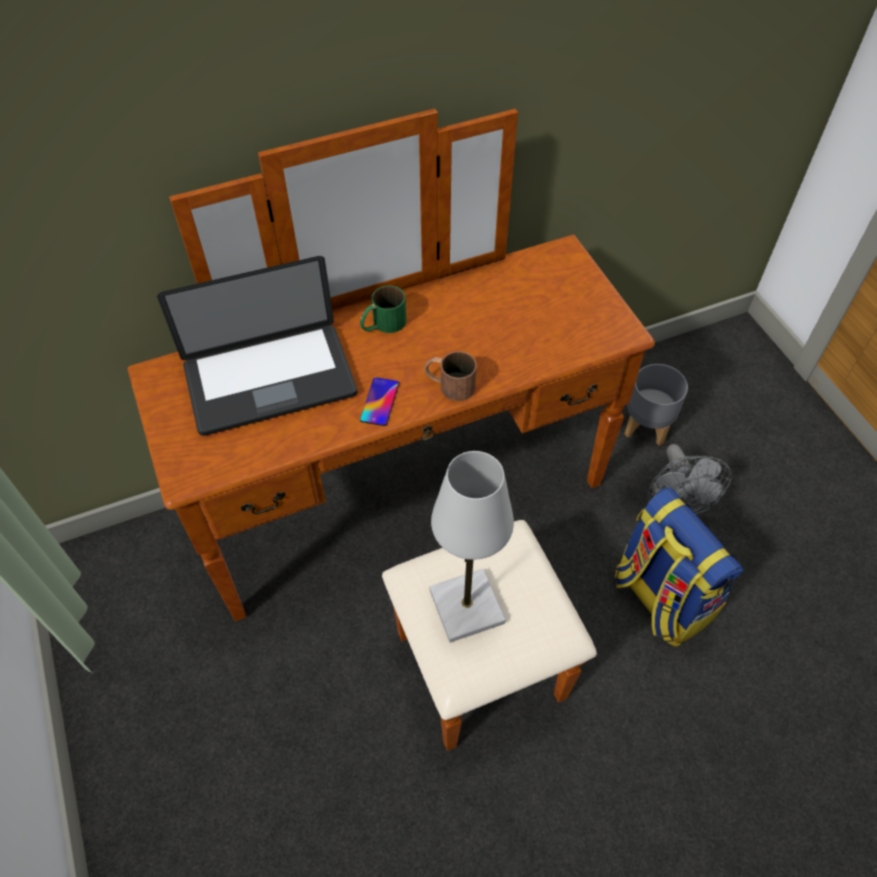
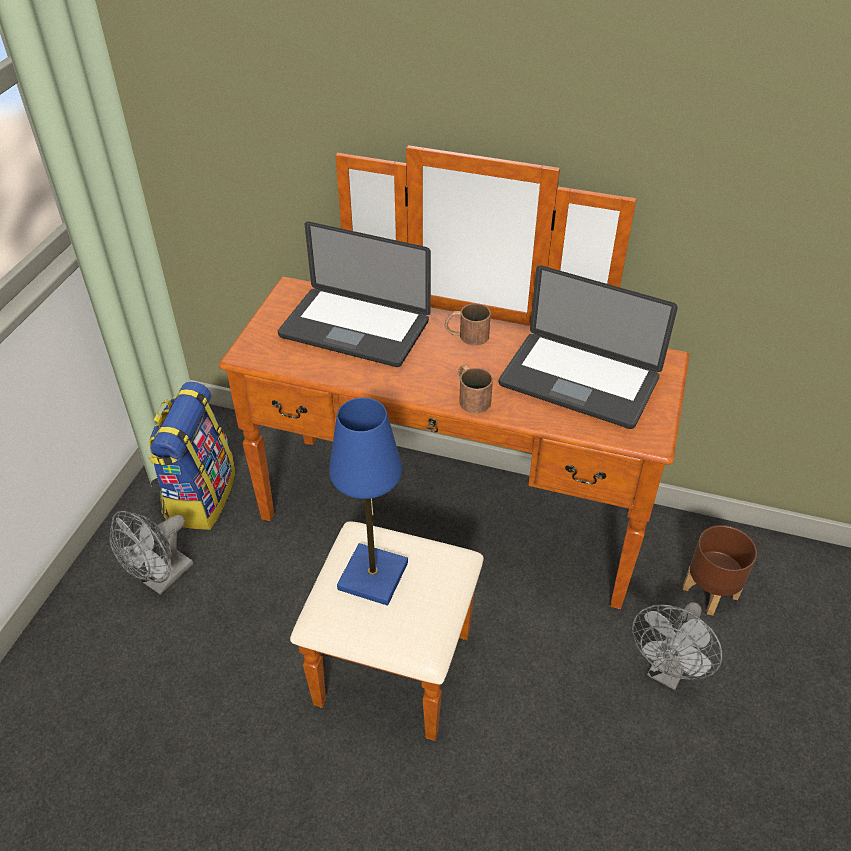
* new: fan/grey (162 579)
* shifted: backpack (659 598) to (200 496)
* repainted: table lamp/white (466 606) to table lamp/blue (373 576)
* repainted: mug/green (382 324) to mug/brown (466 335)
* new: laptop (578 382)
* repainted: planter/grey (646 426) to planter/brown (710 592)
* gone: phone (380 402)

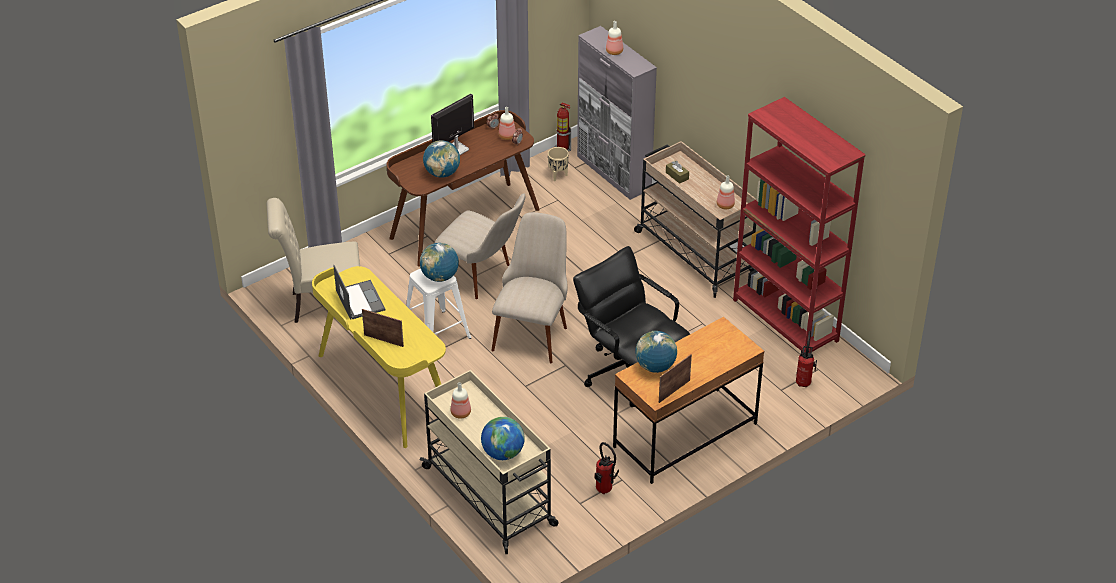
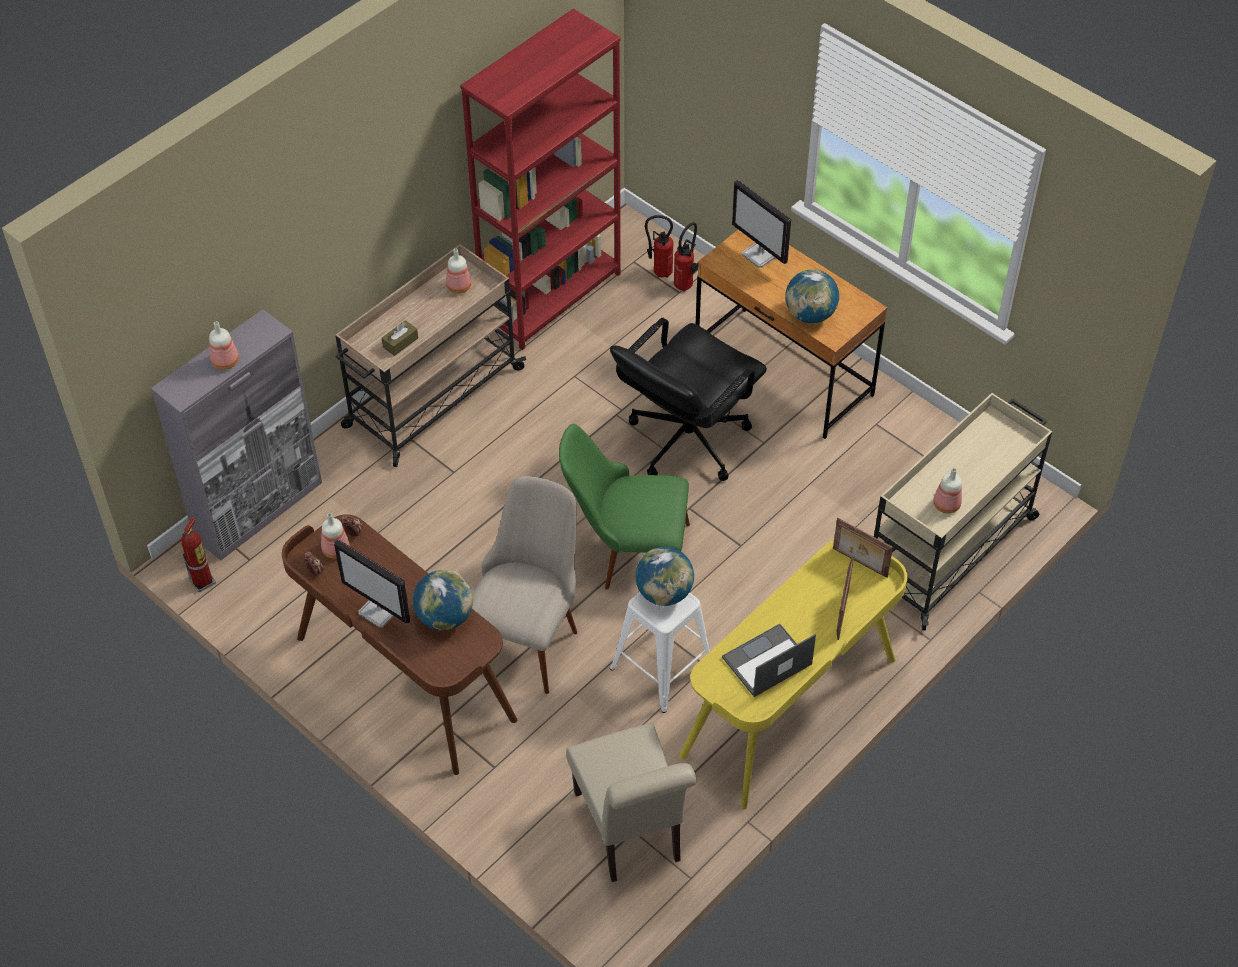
* repainted: chair/beige (533 330) to chair/green (628 554)
* shifted: fire extinguisher (605 492) to (686 284)
* new: monitor (760 255)
* shifted: picture frame (673 391) to (859 563)
* gone: globe (503 453)
* gone: planter/beige (558 175)

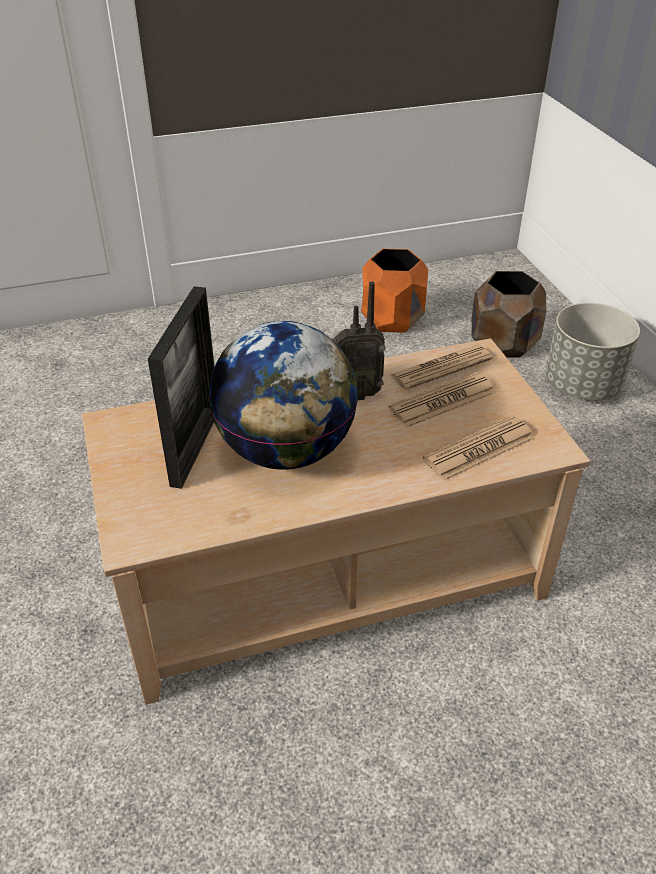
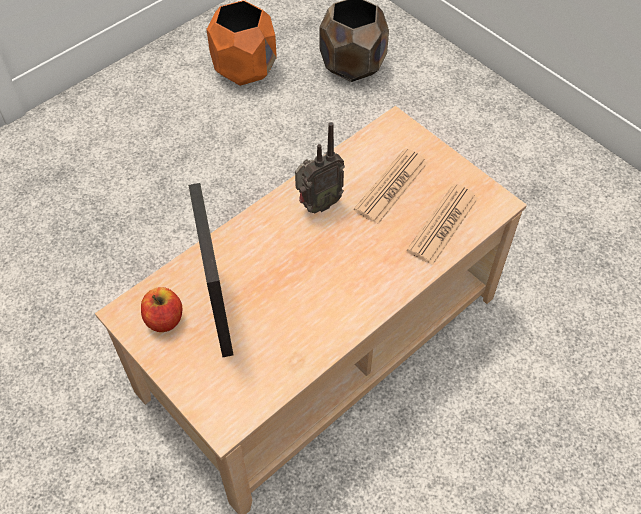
* new: apple (164 319)
* gone: globe (285 451)
* gone: newspaper (441 368)
* gone: planter/grey (582 385)

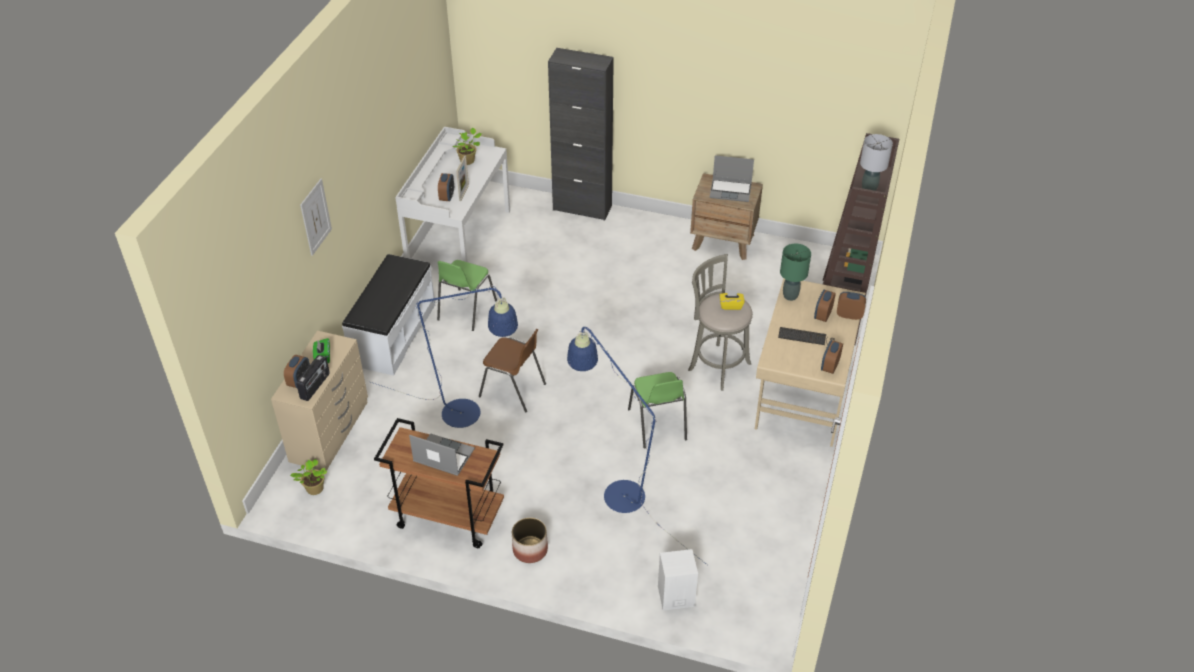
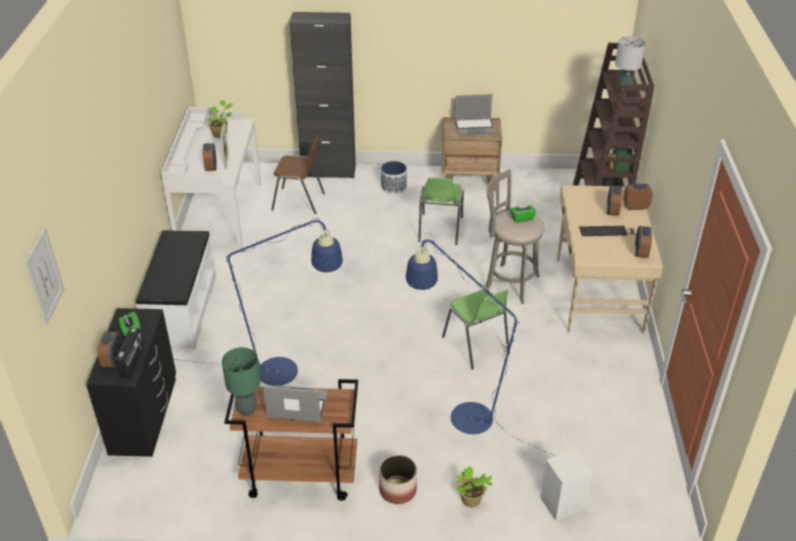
* shifted: picture (315 217) to (44 276)
* repainted: dresser/beige (330 431) to dresser/black (145 415)
* shifted: table lamp/green (790 296) to (247 410)
* shifted: chair/brown (513 390) to (299 201)
* new: planter (394 187)
* shifted: chair/green (466 310) to (439 229)
* shifted: potted plant (314 489) to (470 501)
* repainted: tissue box/yellow (731 305) to tissue box/green (522 218)

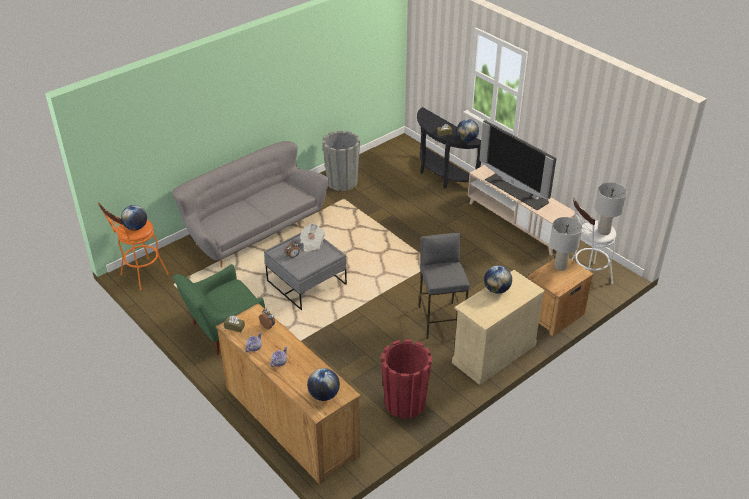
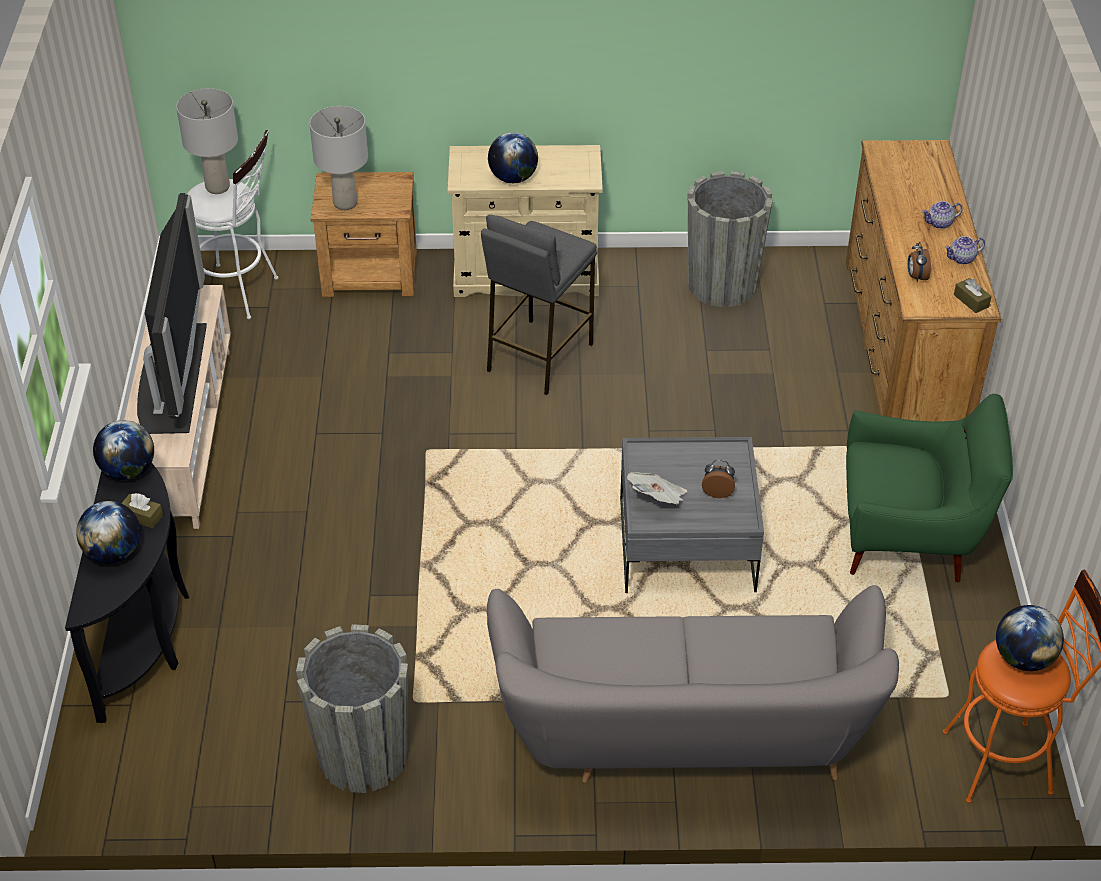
* shifted: globe (324 395) to (114 553)
* repainted: planter/red (405 403) to planter/grey (722 285)

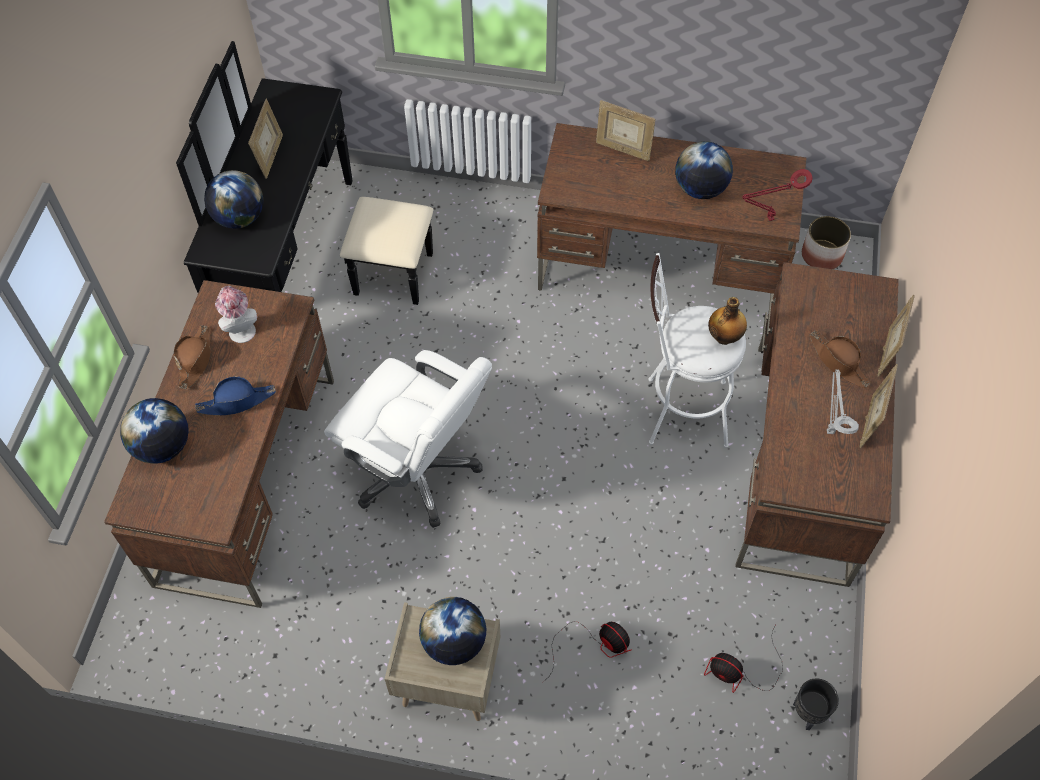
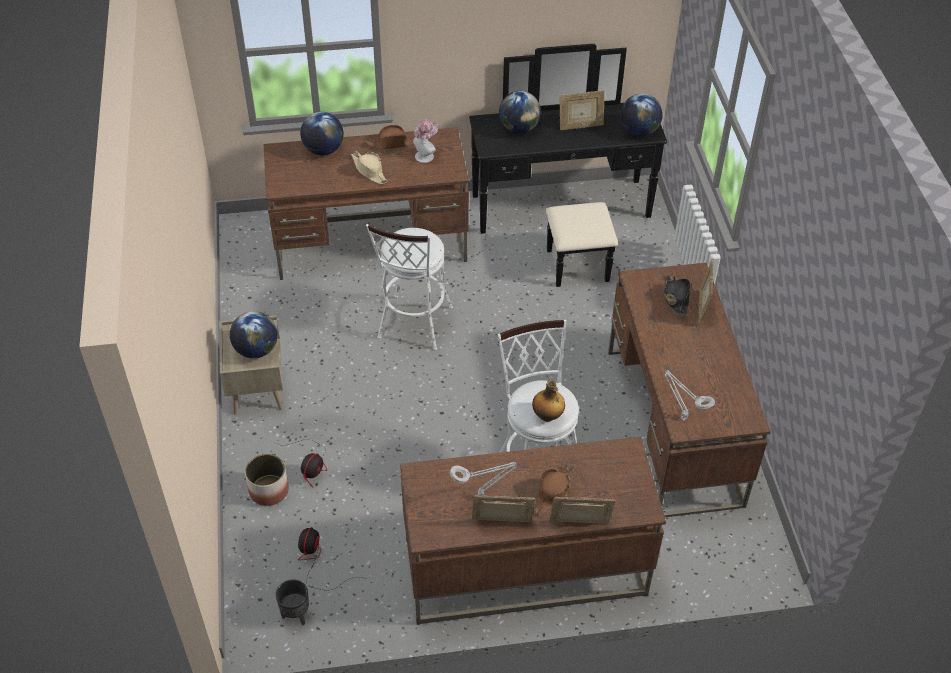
* shifted: planter (822 255) to (269 490)
* repainted: hat/blue (237 401) to hat/beige (369 171)
* swapped: office chair/white (417 471) to stool/white (413 327)
* shifted: globe (700 189) to (638 131)
* new: hat/black (676 298)
* repainted: table lamp/red (768 219) to table lamp/grey (682 417)

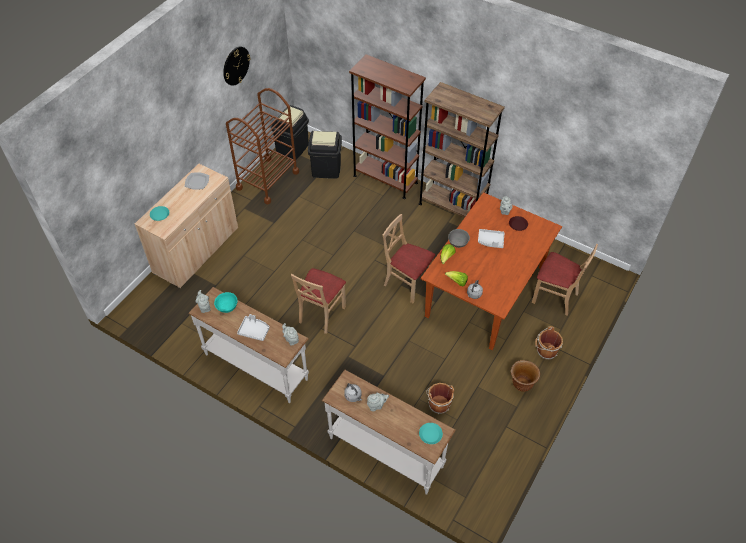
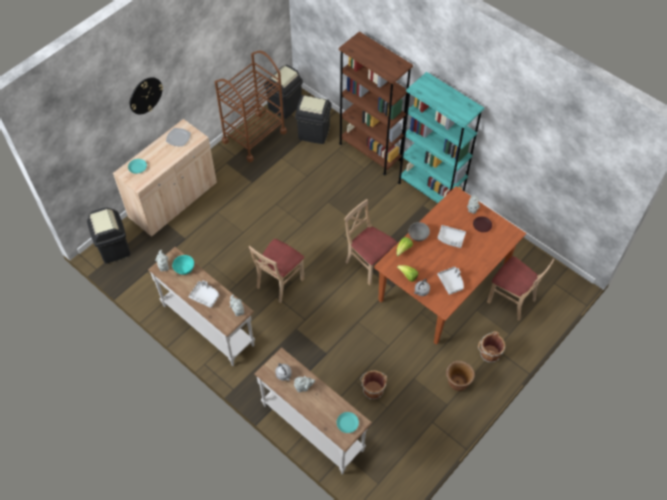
* new: trash can/black (114 248)
* shifted: wall clock (236 65) to (145 95)
* repainted: bookcase/brown (452 207) to bookcase/turquoise (430 191)
* new: tray/grey (451 282)

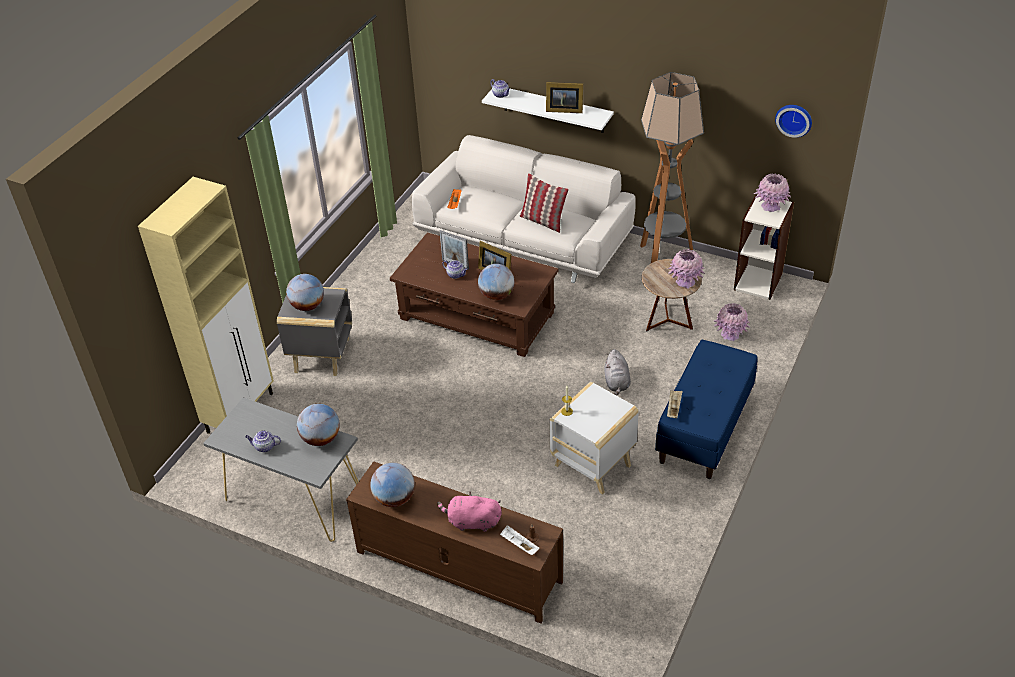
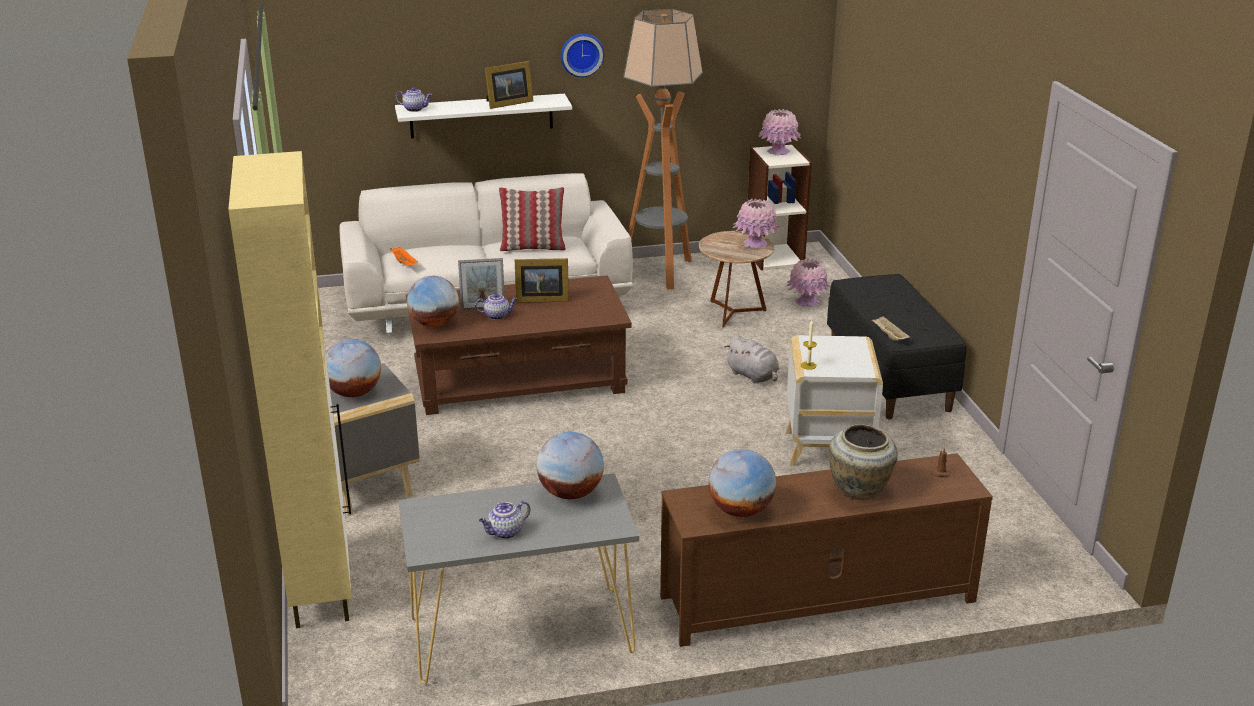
* shifted: globe (497 295) to (434 324)
* shifted: wall clock (794 119) to (581 54)
* repainted: bench/blue (705 429) to bench/black (890 377)
* swapped: plush toy/pink (472 522) to vase/beige (859 490)
* gone: tray/white (518 545)

